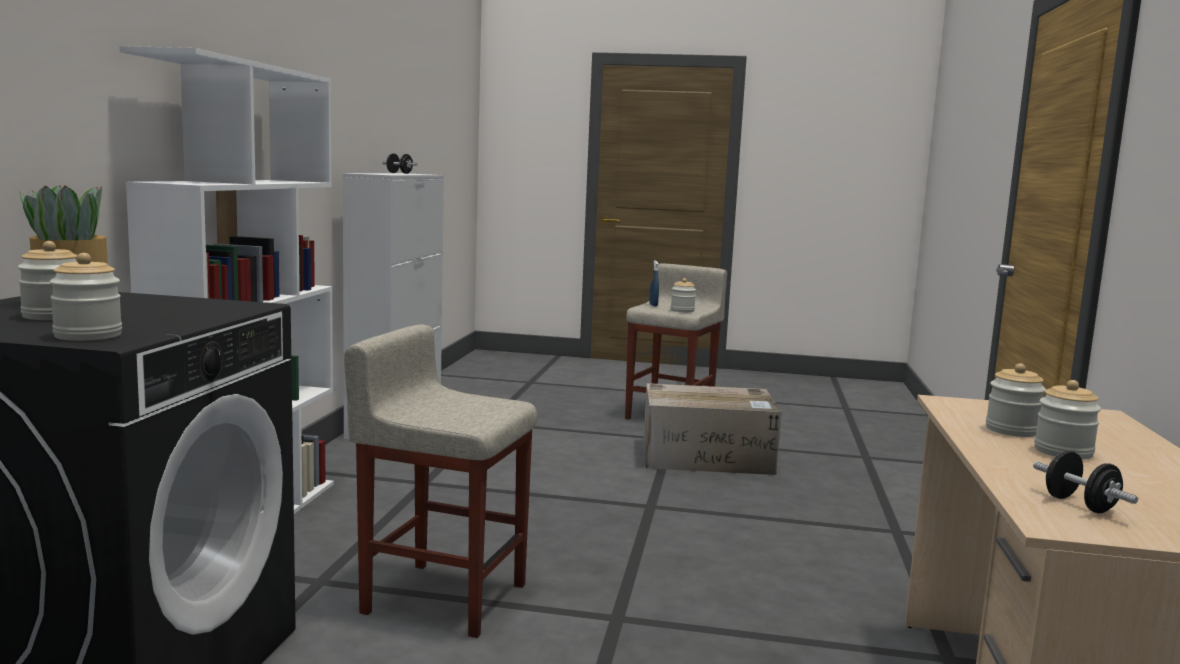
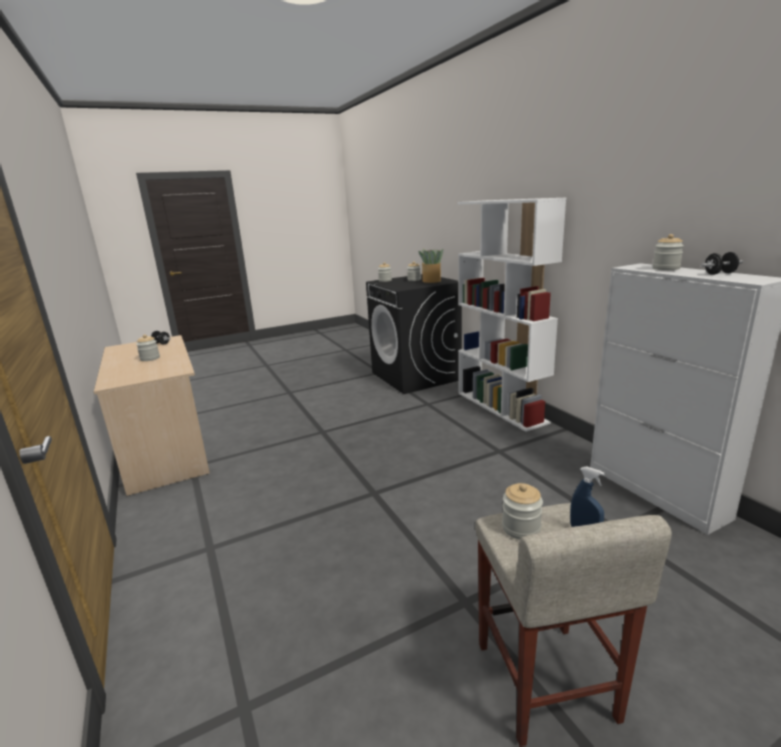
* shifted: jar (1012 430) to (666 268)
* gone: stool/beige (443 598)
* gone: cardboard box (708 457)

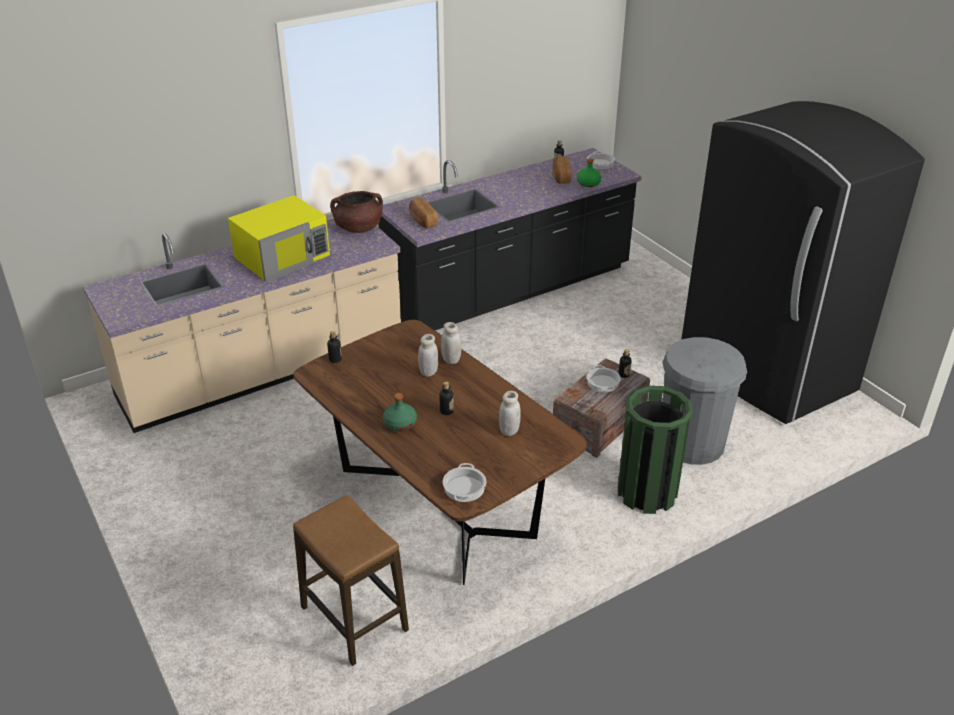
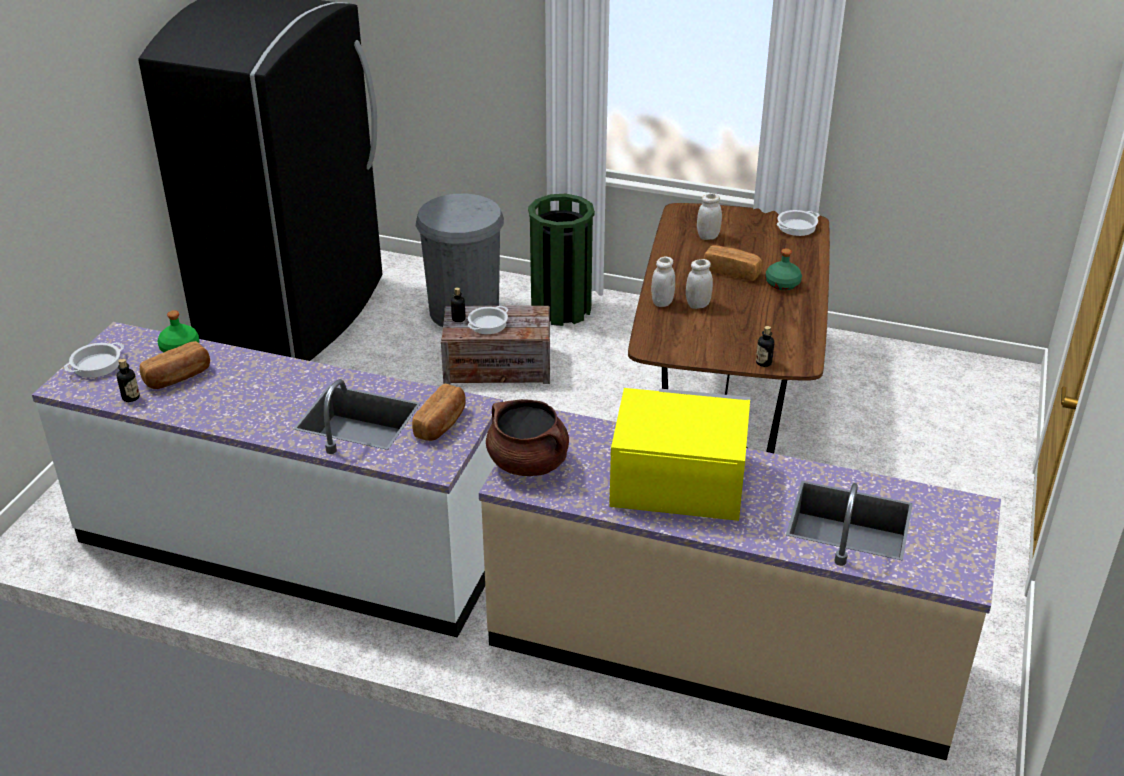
* repainted: counter/black (510 290) to counter/white (291 545)
* swapped: bottle (446 411) to bread (732 271)
* gone: stool (354 619)

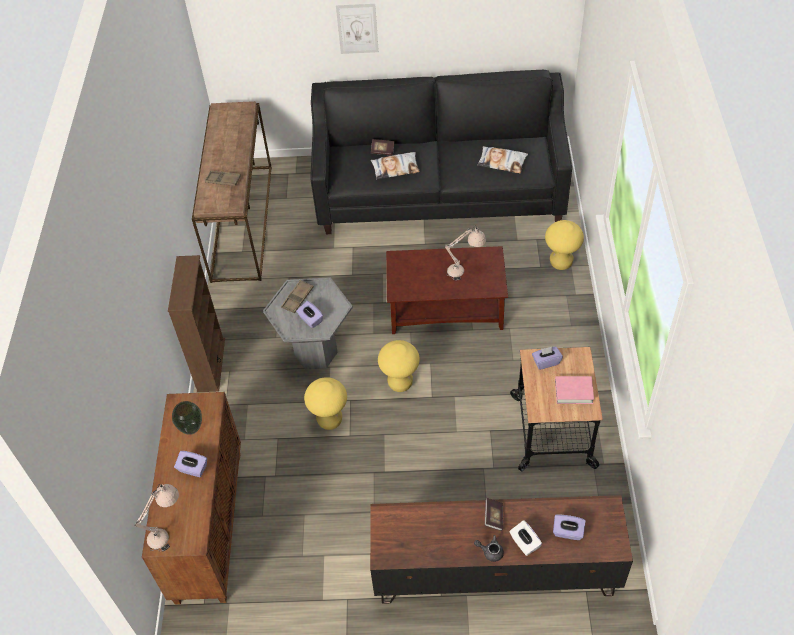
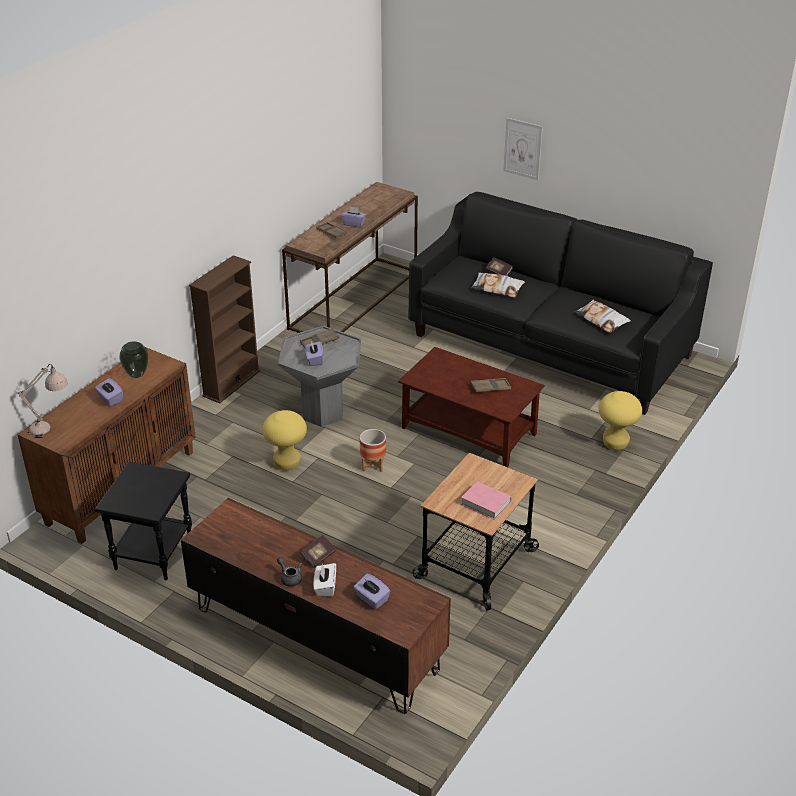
* new: side table/black (152 553)
* shifted: tissue box/purple (546 362) to (353 224)
* swapped: stool/yellow (400 383) to planter (373 465)
* swapped: table lamp/beige (465 270) to tray/brown (490 387)

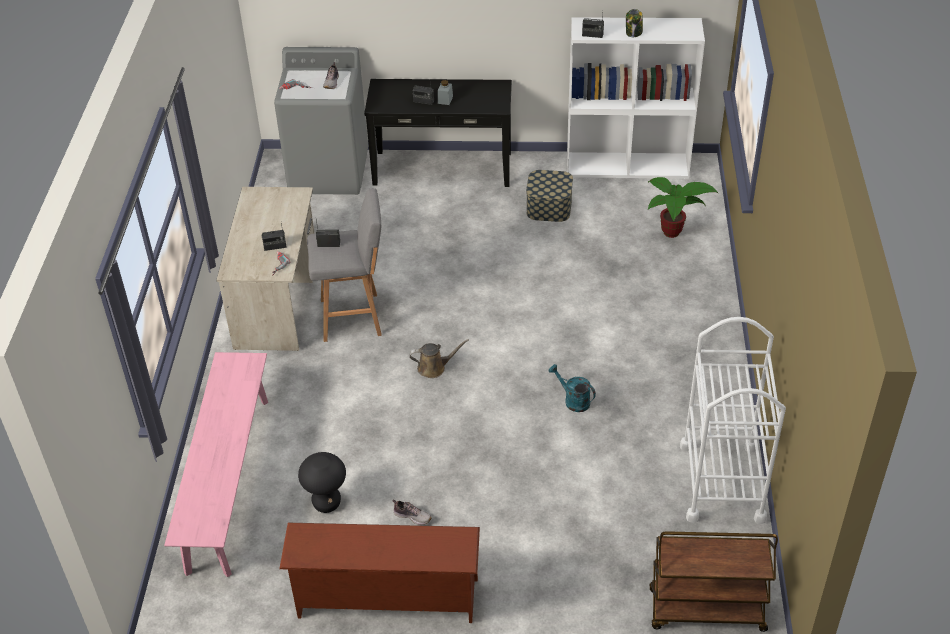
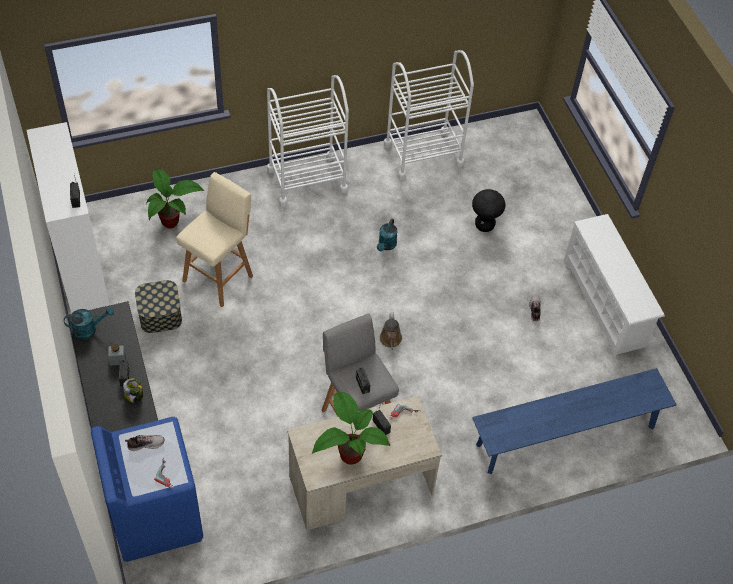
* new: watering can/turquoise (89 329)
* repainted: washing machine/grey (329 172) to washing machine/blue (155 517)
* shifted: jar (633 33) to (134 395)
* new: stool/beige (219 277)
* new: cart/white (307 180)
* new: potted plant (349 454)
* rotated: watering can/brown (434 368) = (390 340) 150 degrees counterclockwise
* shifted: stool/black (327 503) to (484 225)
* repainted: bench/pink (228 482) to bench/blue (566 436)
* repainted: shoe rack/brown (386 600) to shoe rack/white (605 303)
* gone: cart/brown (705 611)

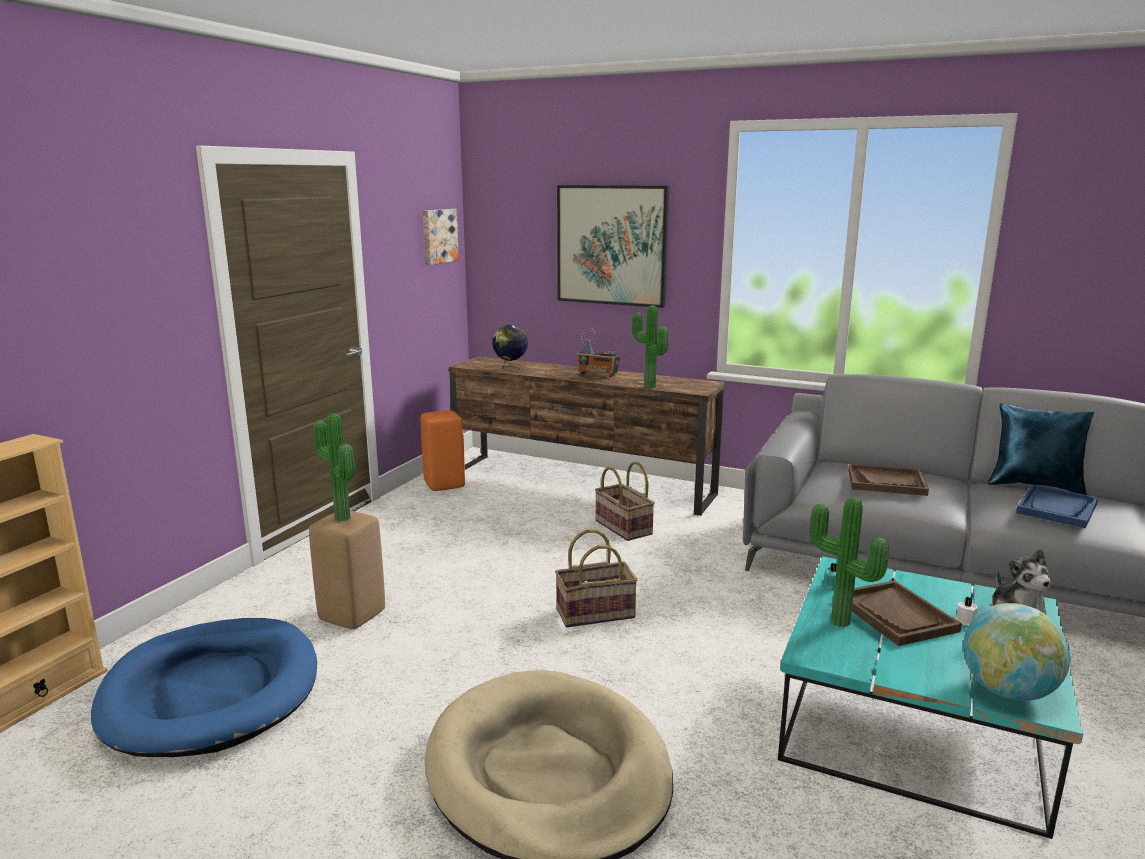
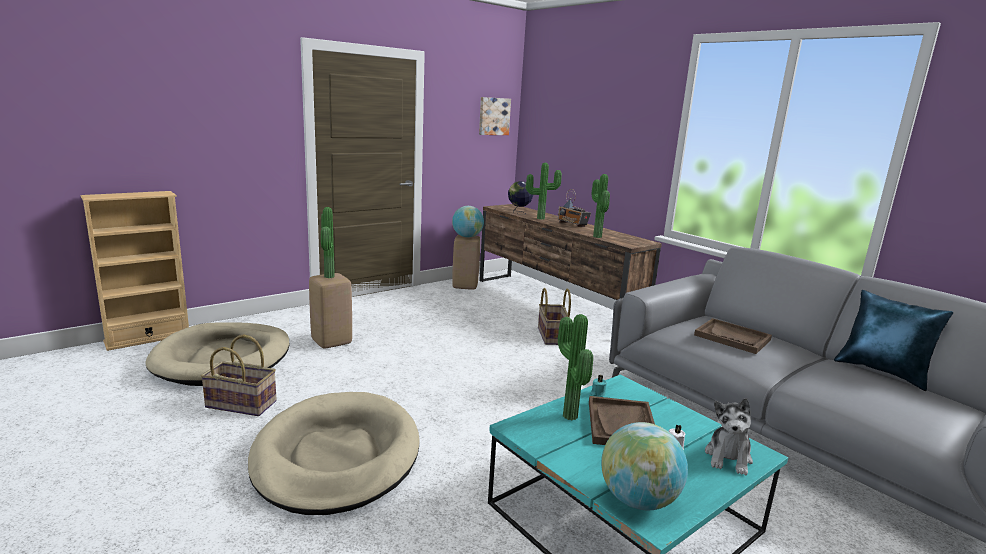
* repainted: dog bed/blue (212 692) to dog bed/beige (223 358)
* shifted: basket (595 612) to (242 404)
* new: globe (467 237)
* repainted: stool/orange (445 485) to stool/beige (465 286)
* new: potted plant (540 218)
* gone: picture (612 245)
* gone: tray/blue (1057 508)

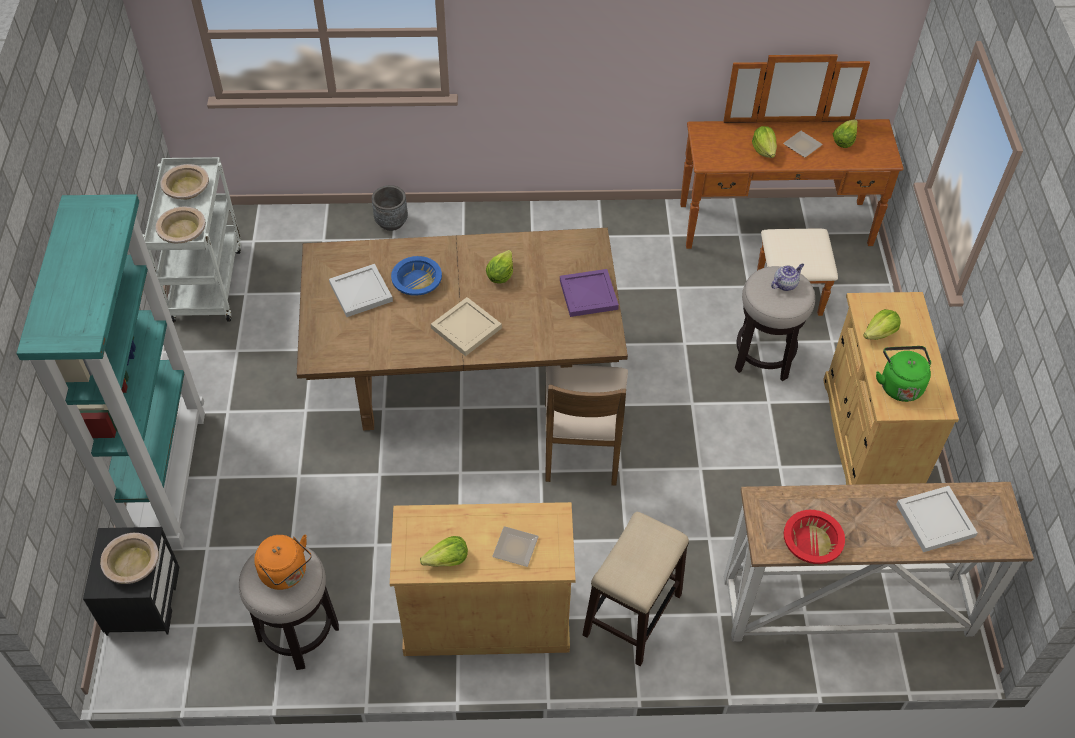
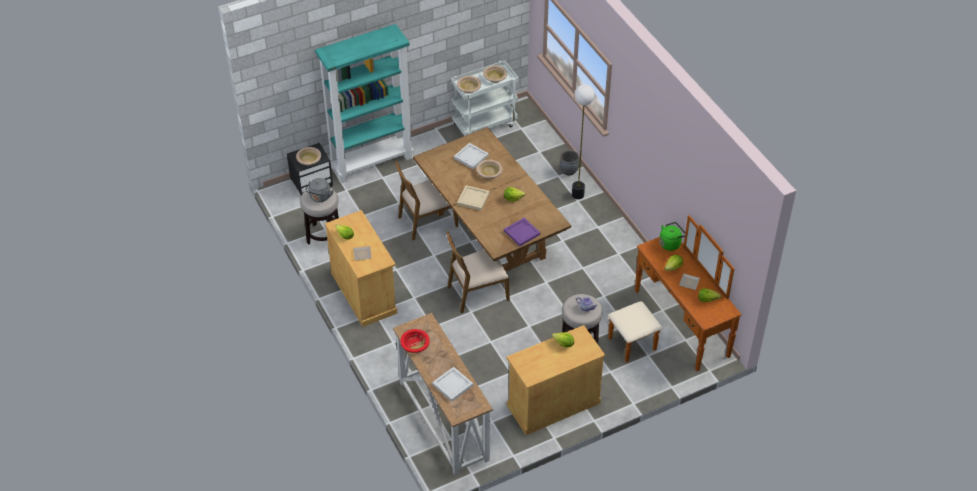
* repainted: kettle/orange (286 573) to kettle/grey (320 197)
* new: chair/brown (427 221)
* repainted: bowl/blue (417 282) to bowl/beige (489 172)
* new: floor lamp (578 195)
* shifted: kettle/green (899 384) to (671 243)
* gone: stool (633 613)

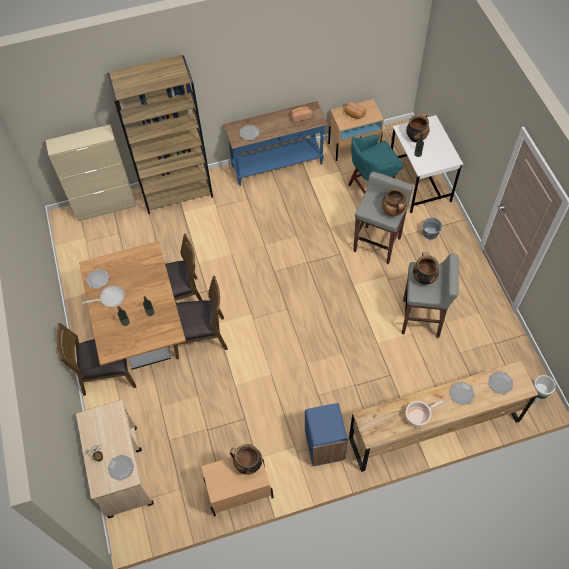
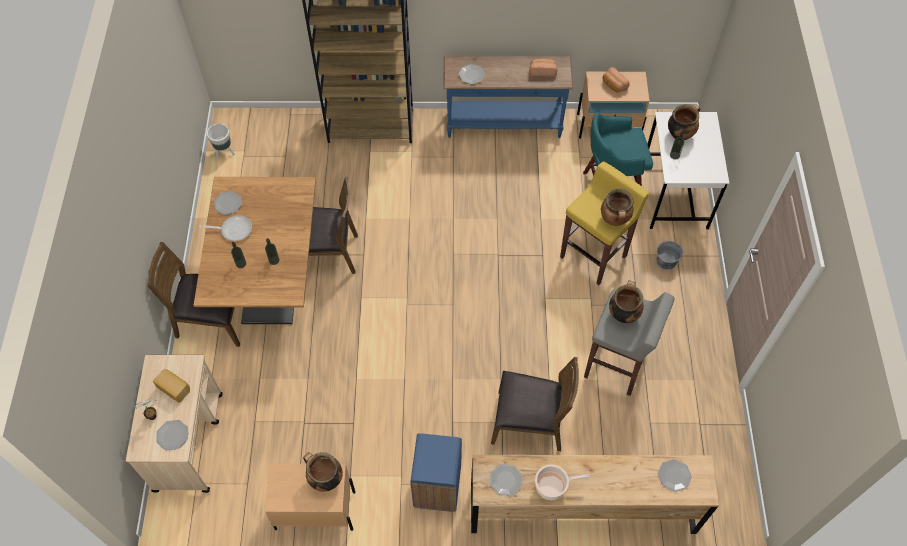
* new: bread (174 388)
* shifted: planter/white (537 396) to (224 153)
* shifted: plate (461 393) to (506 480)
* shifted: chair/brown (200 336) to (529 422)
* repainted: stool/grey (377 244) to stool/yellow (594 256)
* gone: cabinet/beige (105 206)

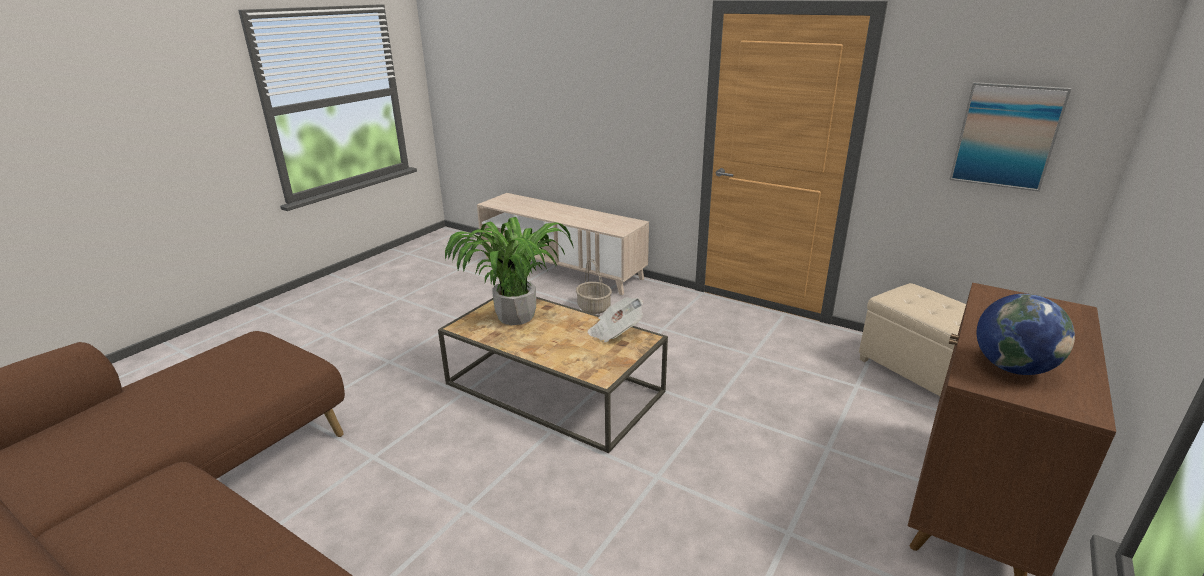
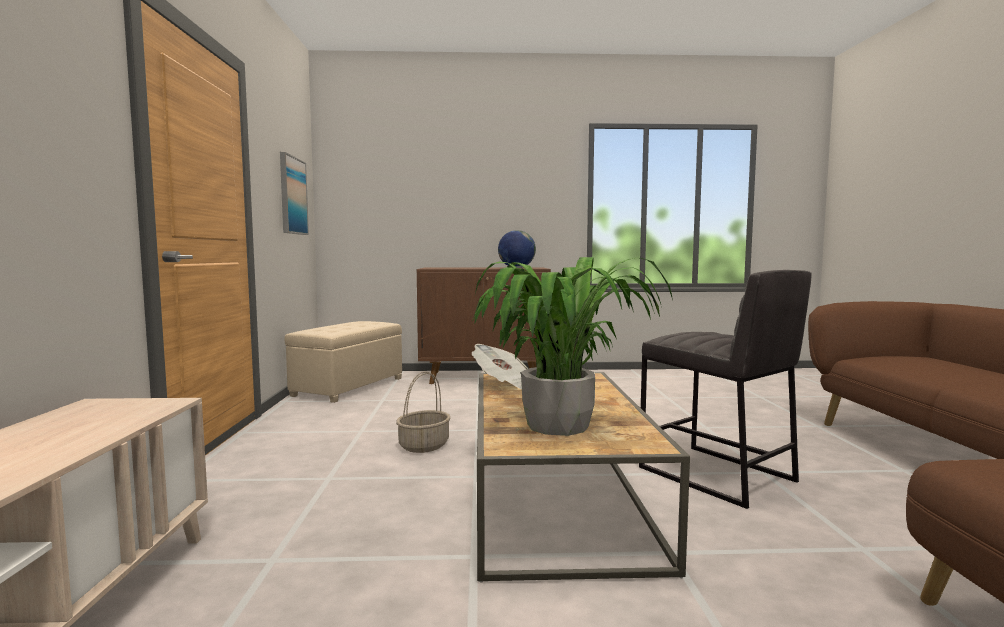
* shifted: basket (594 307) to (424 445)
* new: stool/grey (716 475)

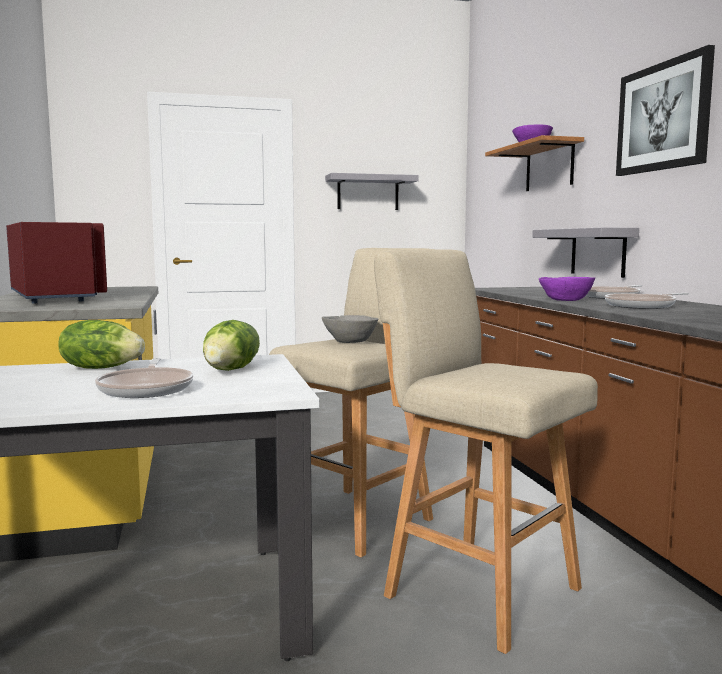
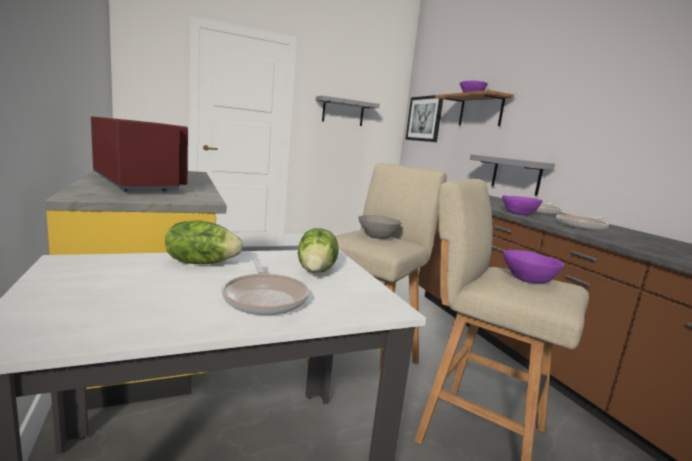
* shifted: picture (663 117) to (424 119)
* new: bowl/purple (528 279)

